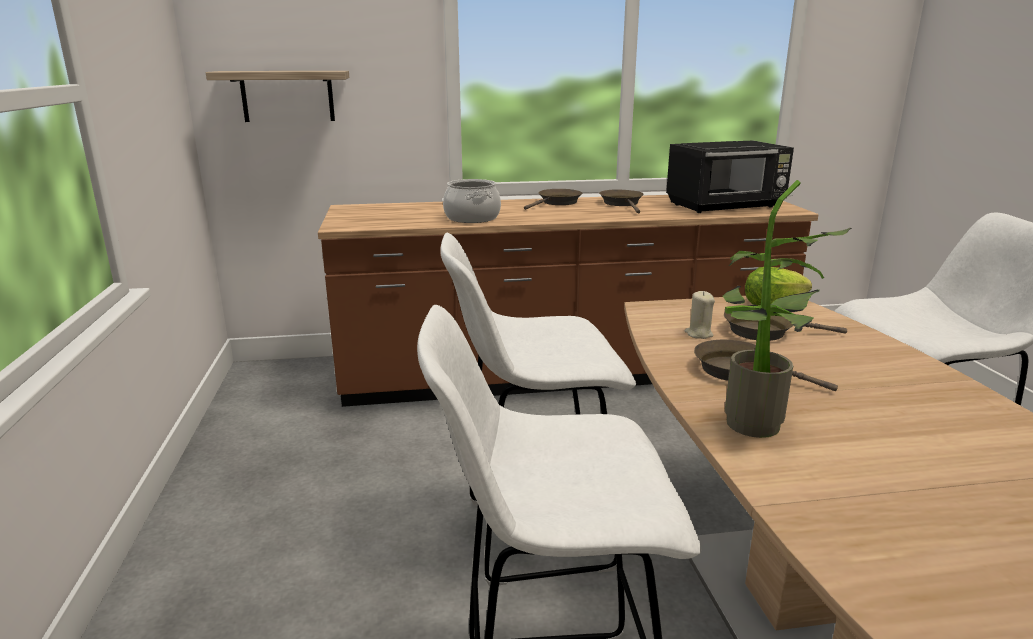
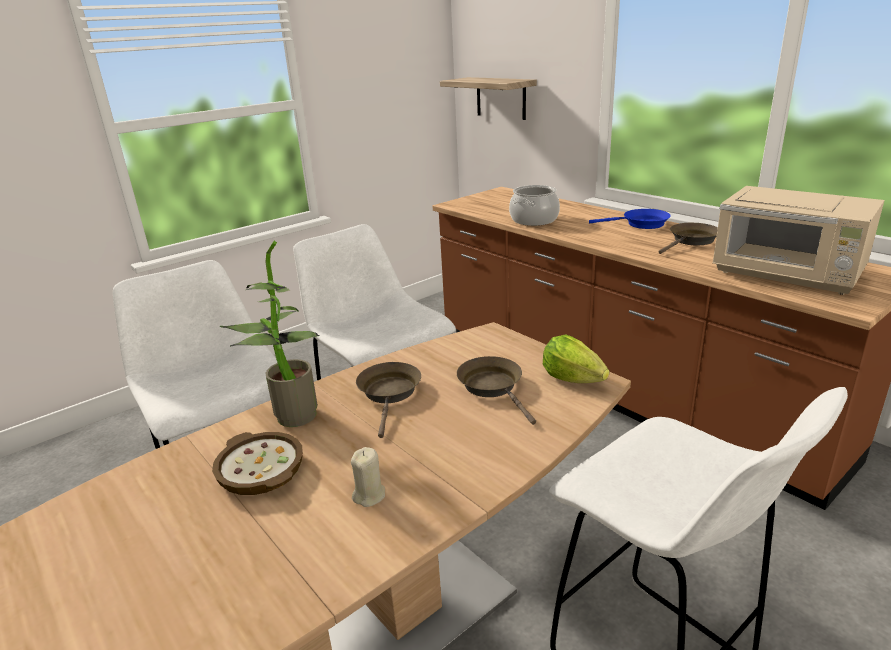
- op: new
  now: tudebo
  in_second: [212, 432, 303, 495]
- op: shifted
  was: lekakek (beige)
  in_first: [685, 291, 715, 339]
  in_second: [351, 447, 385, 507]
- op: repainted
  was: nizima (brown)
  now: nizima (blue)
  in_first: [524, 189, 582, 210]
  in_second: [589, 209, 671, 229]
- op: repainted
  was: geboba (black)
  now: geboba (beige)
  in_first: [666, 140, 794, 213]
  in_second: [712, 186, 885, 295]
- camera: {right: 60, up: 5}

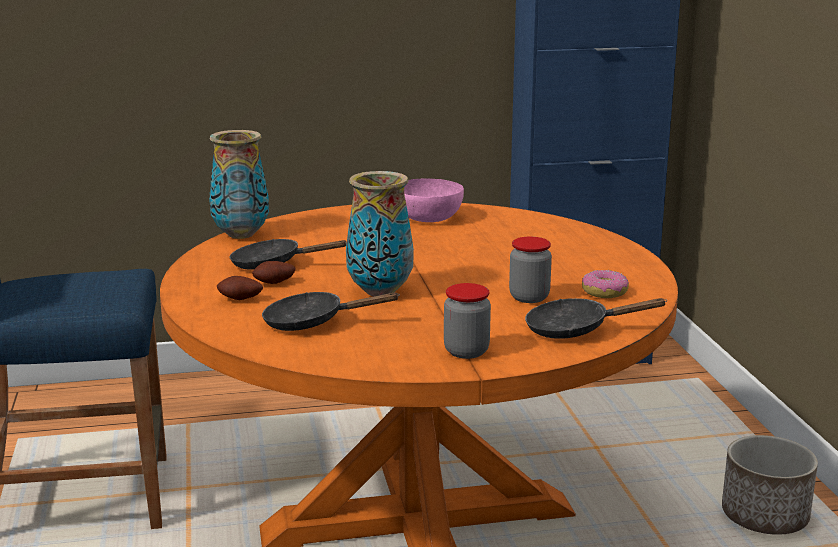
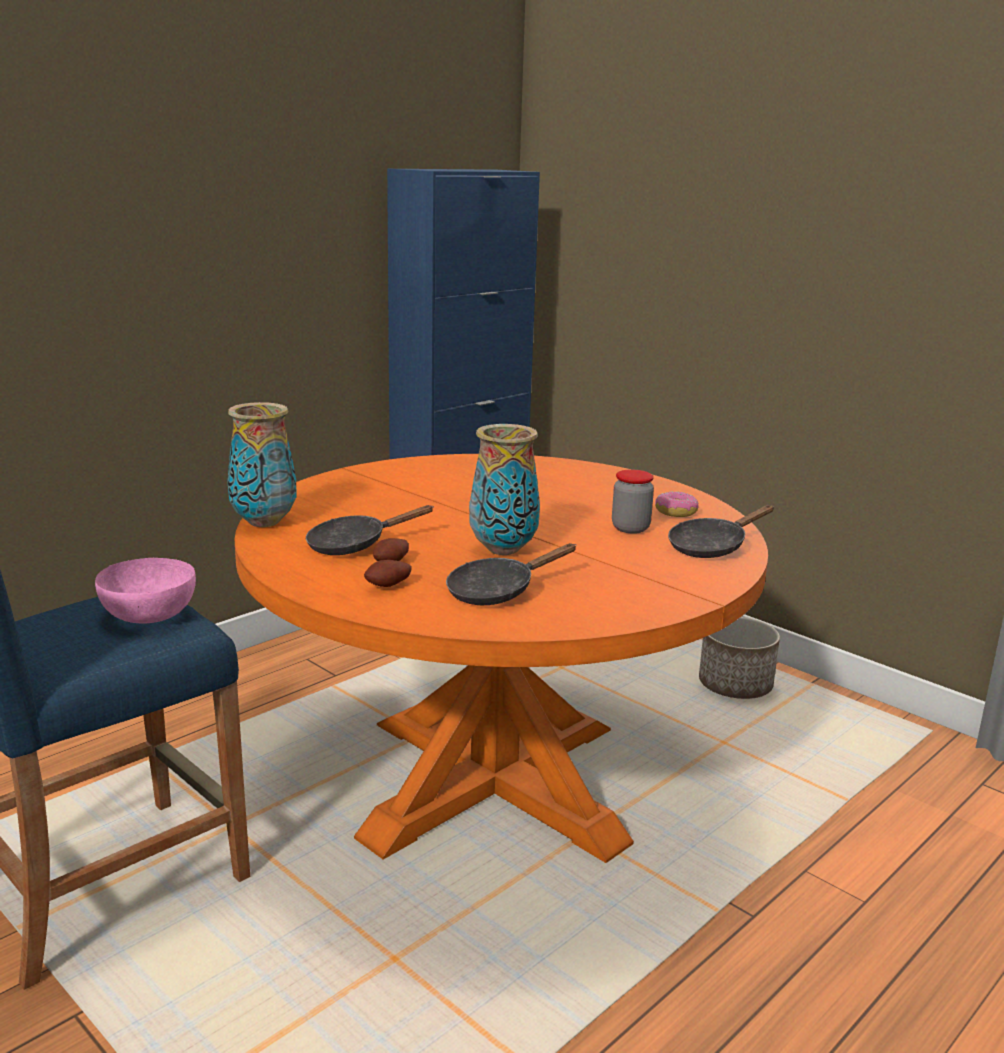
- op: gone
  was: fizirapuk
  in_first: [444, 283, 491, 359]
- op: shifted
  was: tudebo (pink)
  in_first: [404, 178, 464, 222]
  in_second: [95, 557, 196, 623]
- camera: {right: -35, up: 0}

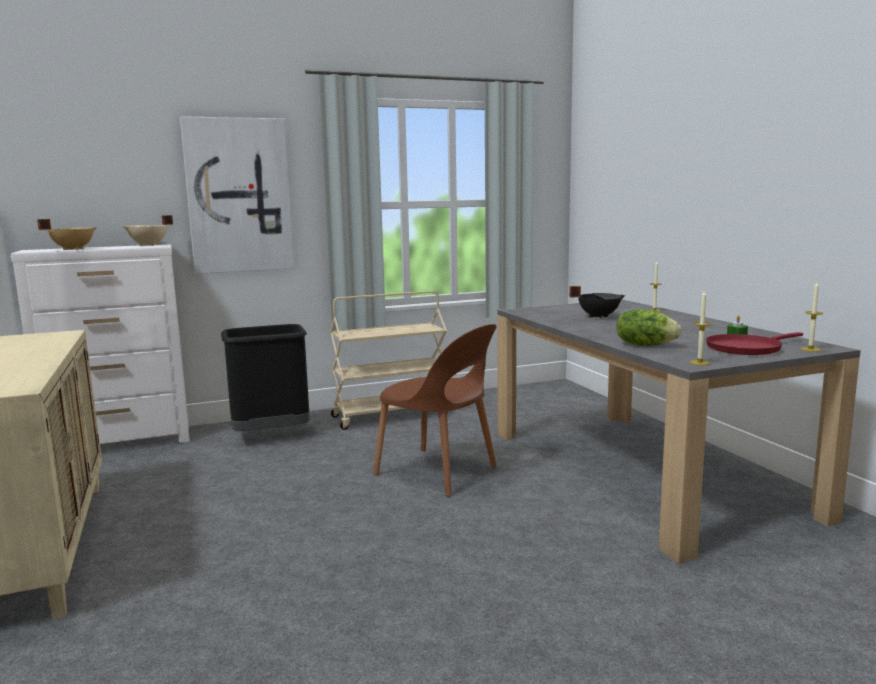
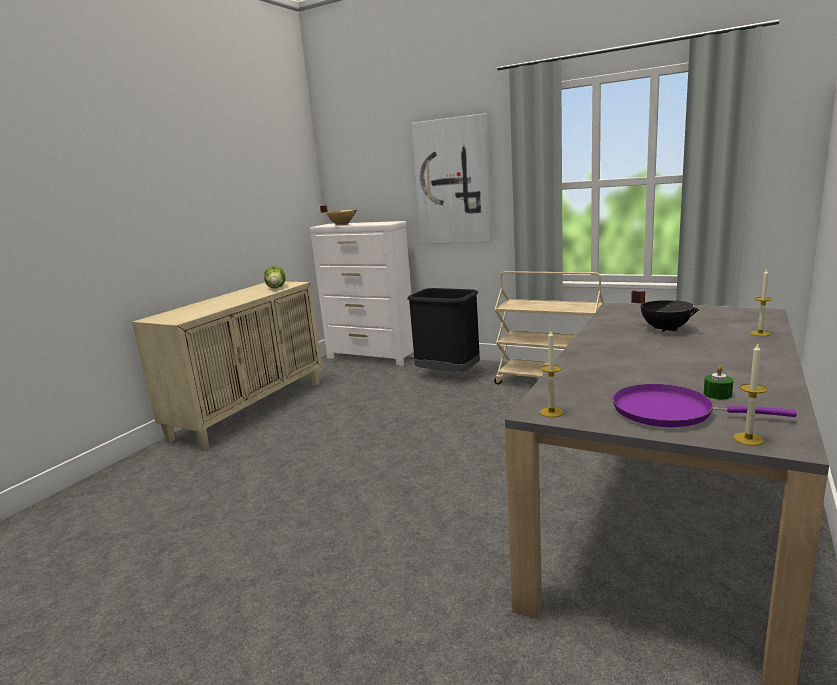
- op: gone
  was: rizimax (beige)
  in_first: [123, 215, 173, 246]
- op: gone
  was: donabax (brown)
  in_first: [373, 324, 497, 497]
- op: shifted
  was: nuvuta
  in_first: [617, 309, 682, 346]
  in_second: [264, 266, 285, 288]
- op: repainted
  was: nizima (red)
  now: nizima (purple)
  in_first: [706, 332, 803, 355]
  in_second: [613, 384, 797, 427]
- camera: {right: 50, up: 5}

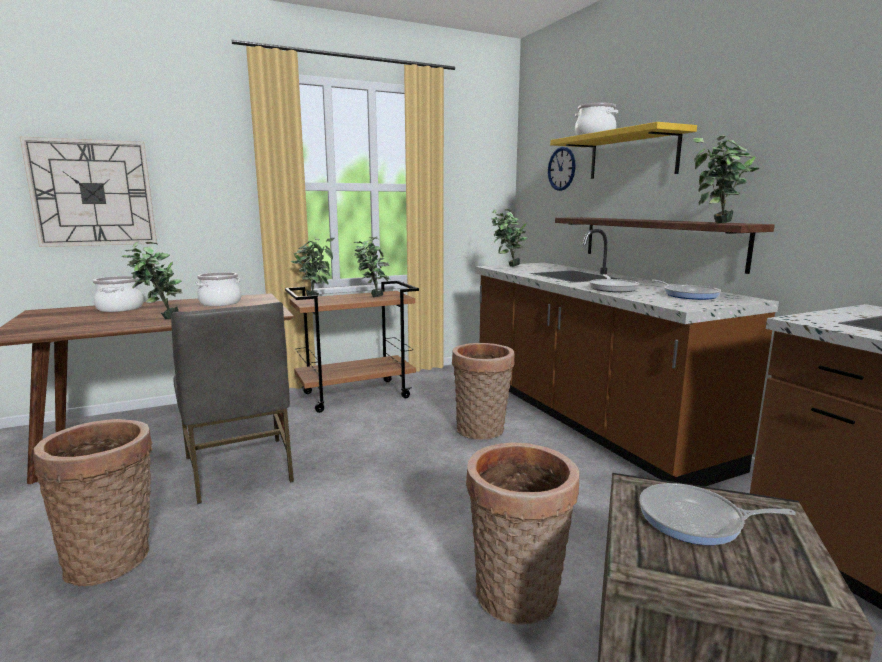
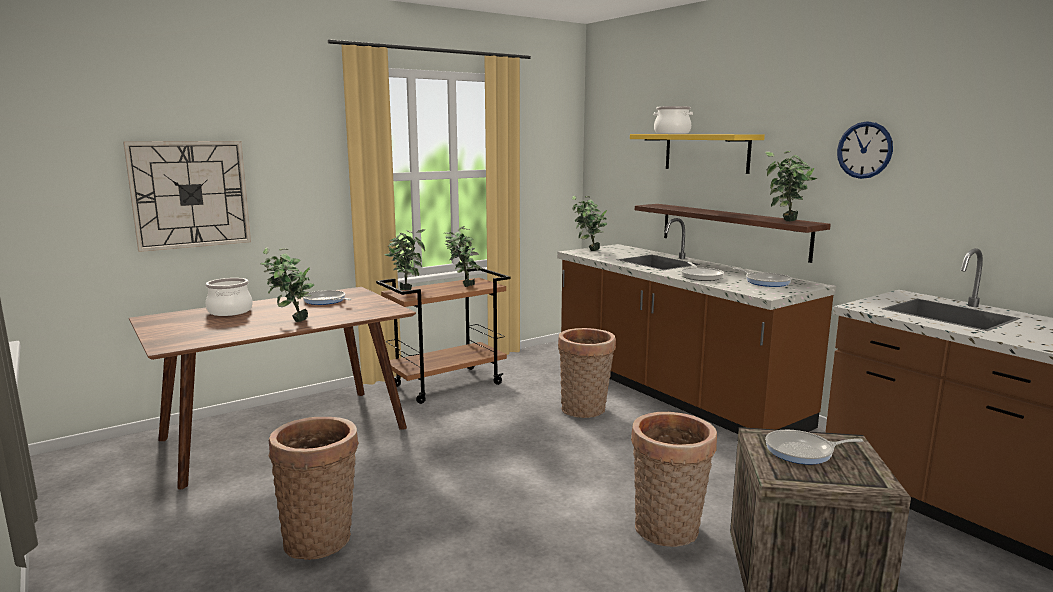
- op: gone
  was: donabax (grey)
  in_first: [171, 302, 294, 504]
- op: shifted
  was: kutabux
  in_first: [548, 147, 576, 191]
  in_second: [837, 121, 893, 179]
- op: swapped
  was: rizimax
  now: nizima
  in_first: [195, 272, 241, 306]
  in_second: [303, 290, 352, 305]
- camera: {right: -10, up: 0}

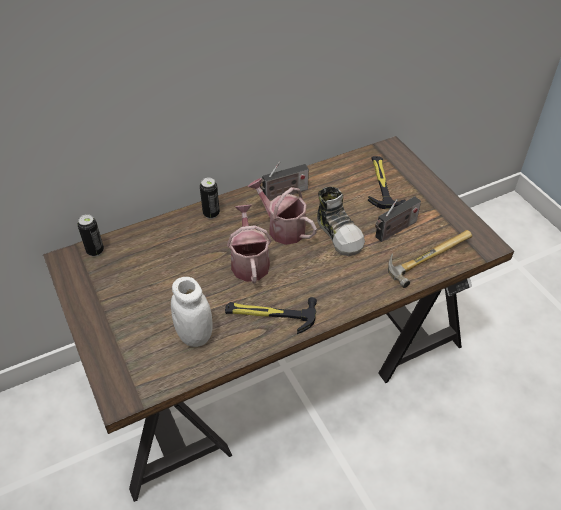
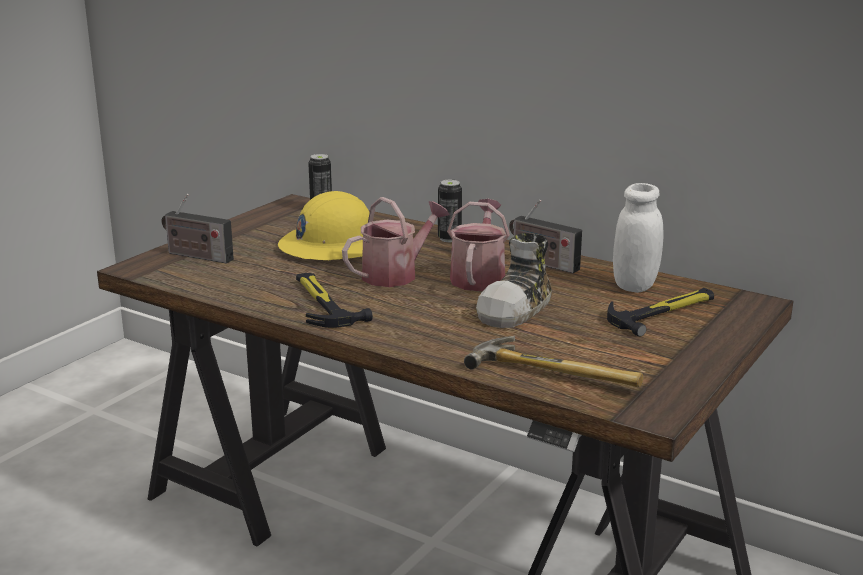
- op: new
  now: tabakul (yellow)
  in_second: [278, 191, 370, 260]
- op: shifted
  was: fizirapuk (white)
  in_first: [171, 277, 213, 347]
  in_second: [613, 183, 663, 293]
- op: shifted
  was: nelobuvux
  in_first: [375, 196, 421, 242]
  in_second: [162, 194, 234, 264]
- camera: {right: 60, up: -25}

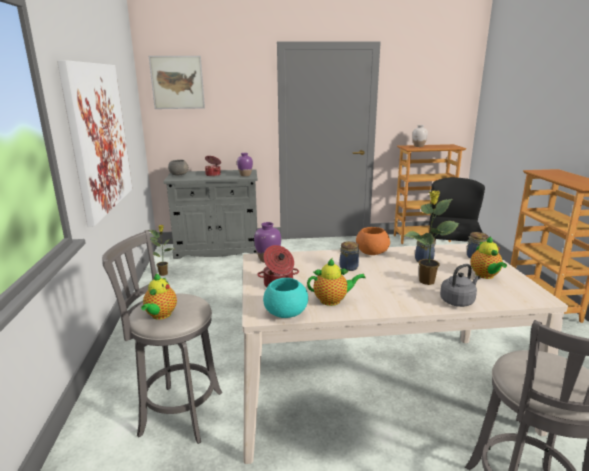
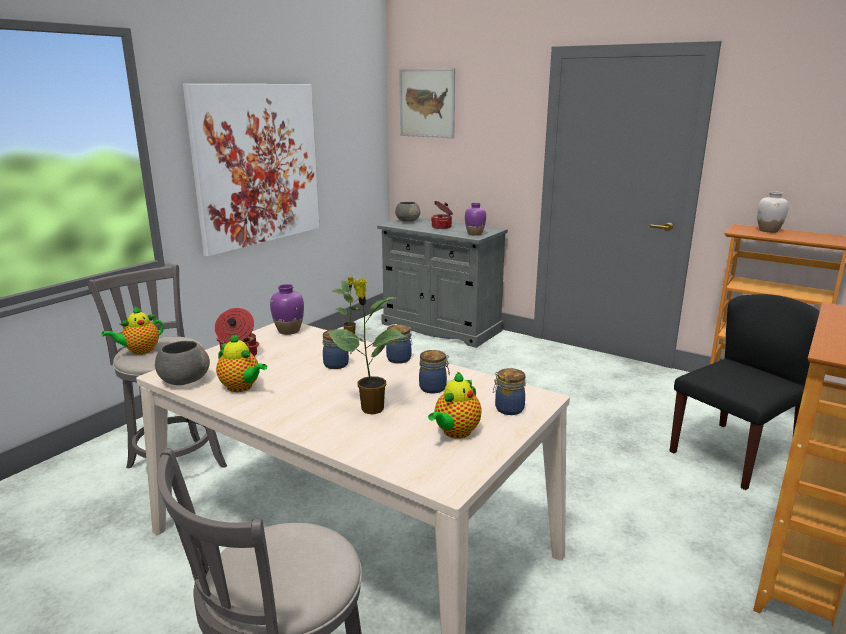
- op: gone
  was: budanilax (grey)
  in_first: [440, 264, 480, 307]
- op: swapped
  was: tudebo (orange)
  now: fizirapuk
  in_first: [356, 227, 390, 255]
  in_second: [386, 325, 412, 364]
- op: repainted
  was: tudebo (turquoise)
  now: tudebo (grey)
  in_first: [263, 278, 308, 318]
  in_second: [155, 341, 210, 385]
- camera: {right: 40, up: 0}

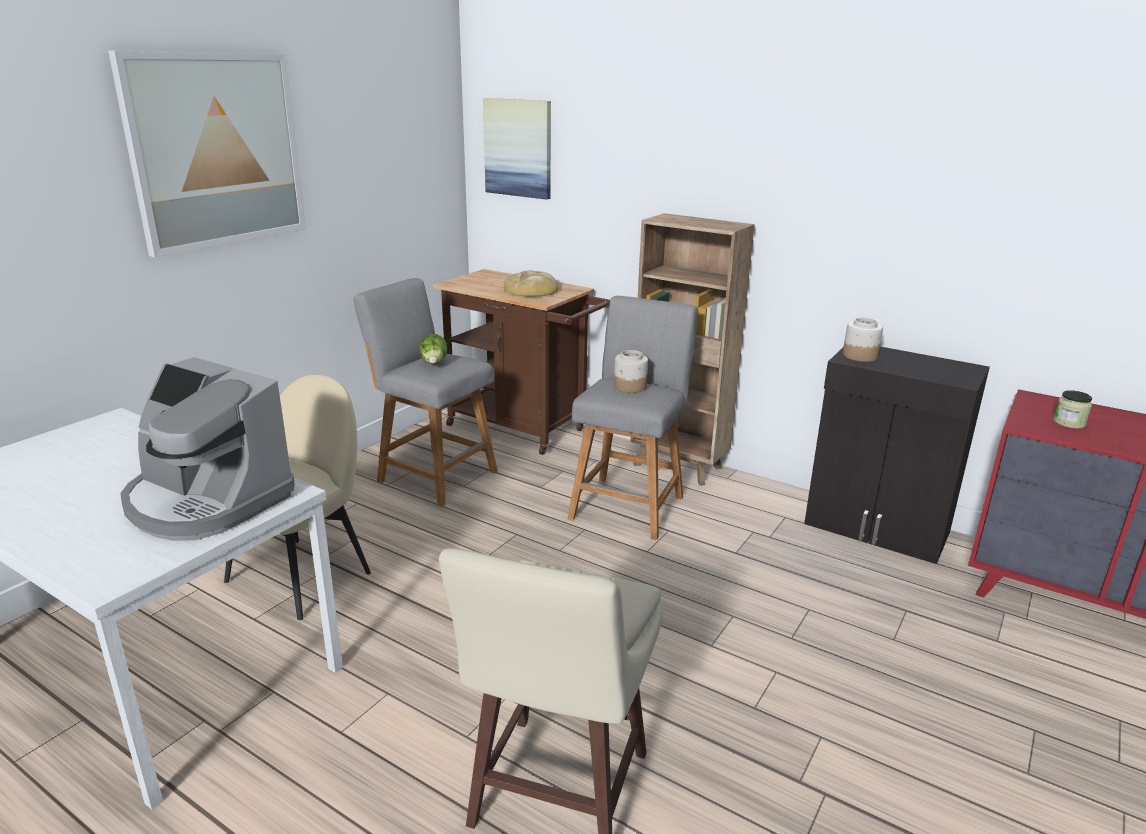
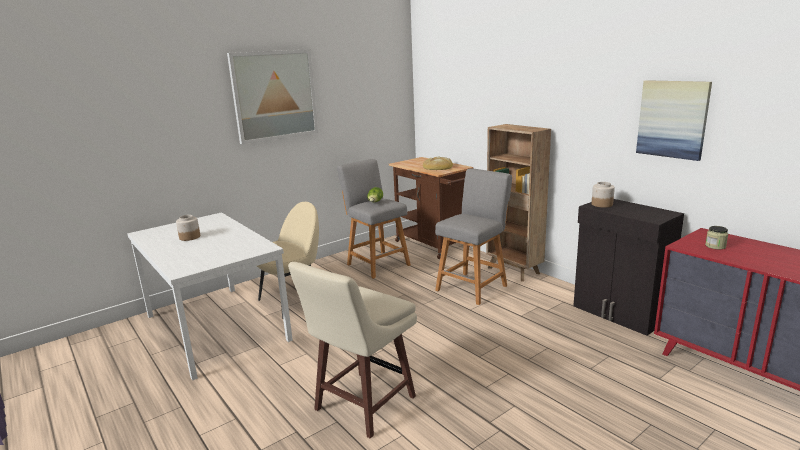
- op: gone
  was: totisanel
  in_first: [120, 357, 295, 541]
- op: shifted
  was: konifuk
  in_first: [483, 98, 551, 200]
  in_second: [636, 80, 712, 161]
- op: shifted
  was: fizirapuk
  in_first: [614, 350, 648, 393]
  in_second: [176, 215, 200, 241]
- camera: {right: 20, up: -5}

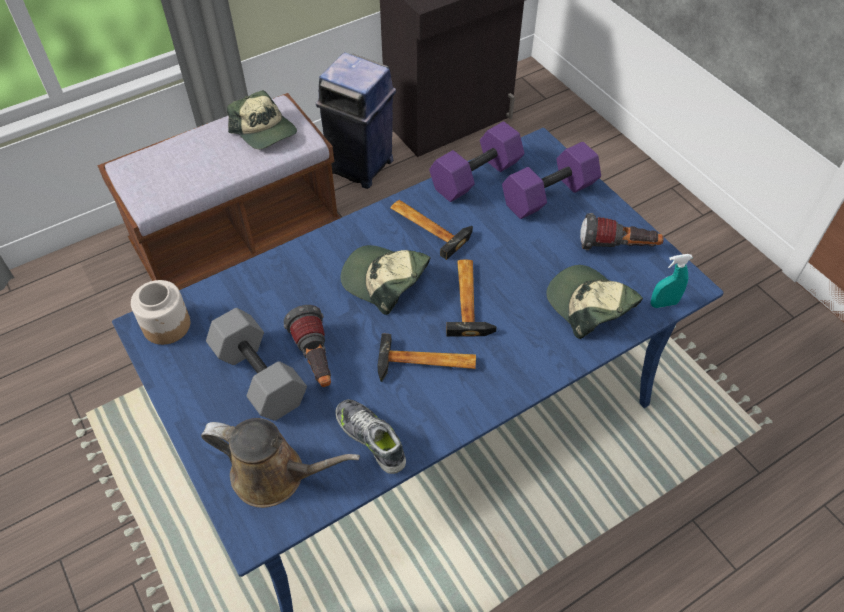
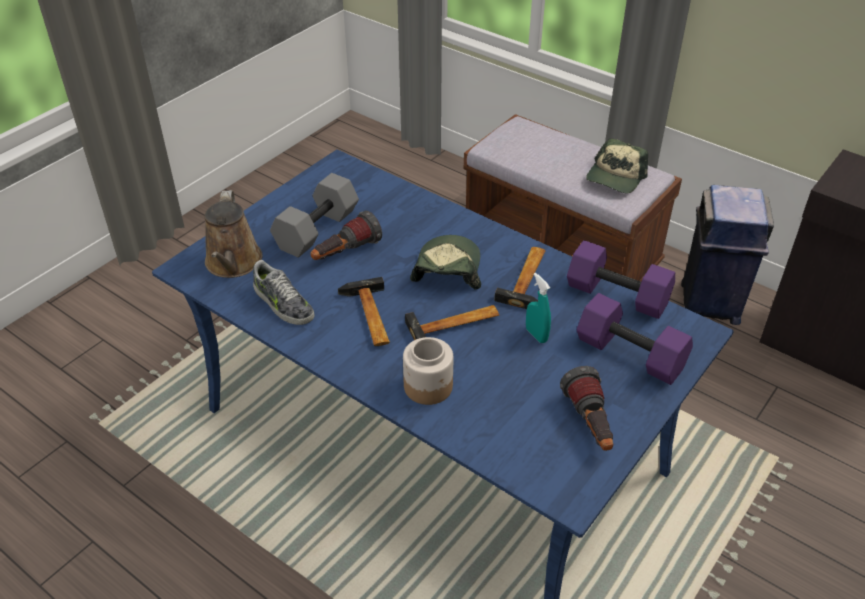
- op: gone
  was: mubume
  in_first: [546, 265, 643, 339]
- op: shifted
  was: fizirapuk
  in_first: [131, 280, 190, 345]
  in_second: [403, 337, 453, 405]
- op: shifted
  was: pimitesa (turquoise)
  in_first: [651, 254, 693, 308]
  in_second: [526, 273, 551, 343]
- op: rotated
  was: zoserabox
  in_first: [335, 399, 406, 474]
  in_second: [253, 260, 315, 325]
  clockwise: 105
- camera: {right: 70, up: -10}

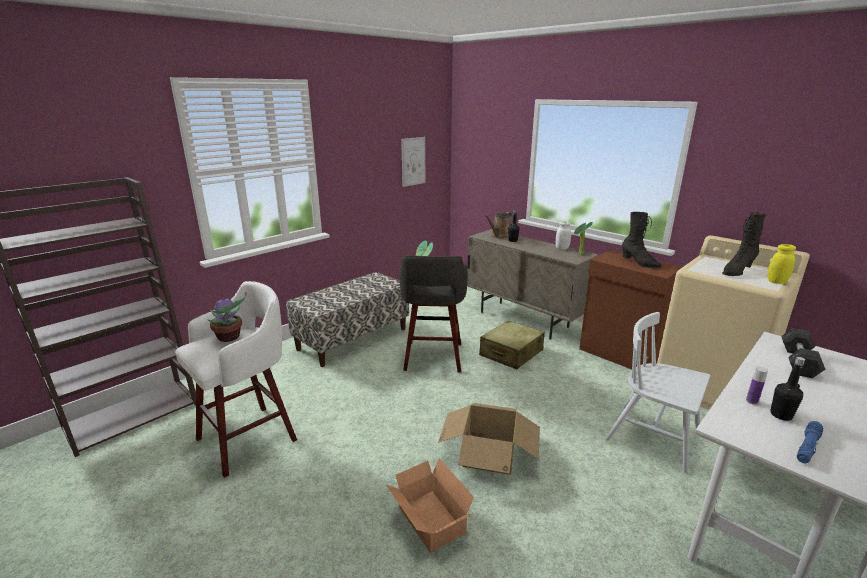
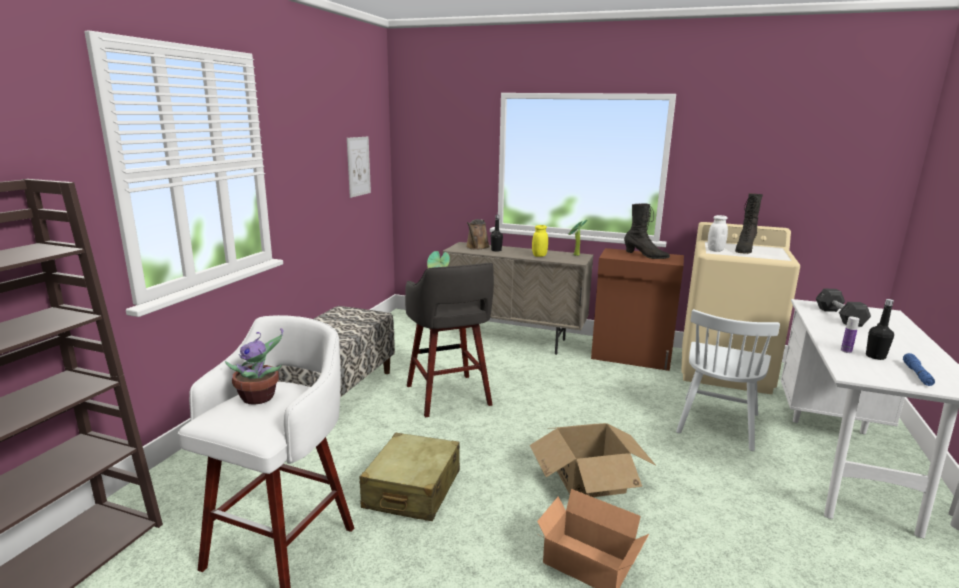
- op: shifted
  was: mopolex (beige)
  in_first: [479, 321, 545, 369]
  in_second: [359, 433, 460, 521]
- op: shifted
  was: fizirapuk (white)
  in_first: [556, 221, 571, 250]
  in_second: [708, 215, 728, 252]
- op: shifted
  was: fizirapuk (yellow)
  in_first: [767, 244, 796, 284]
  in_second: [532, 225, 548, 257]
- op: rotated
  was: donabax (white)
  in_first: [605, 312, 710, 473]
  in_second: [676, 309, 780, 451]
  clockwise: -75
- camera: {right: -25, up: -5}

